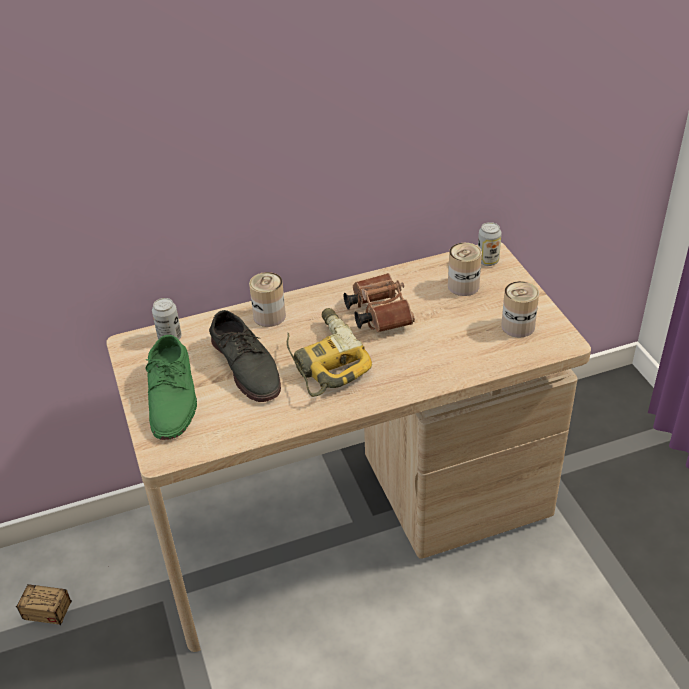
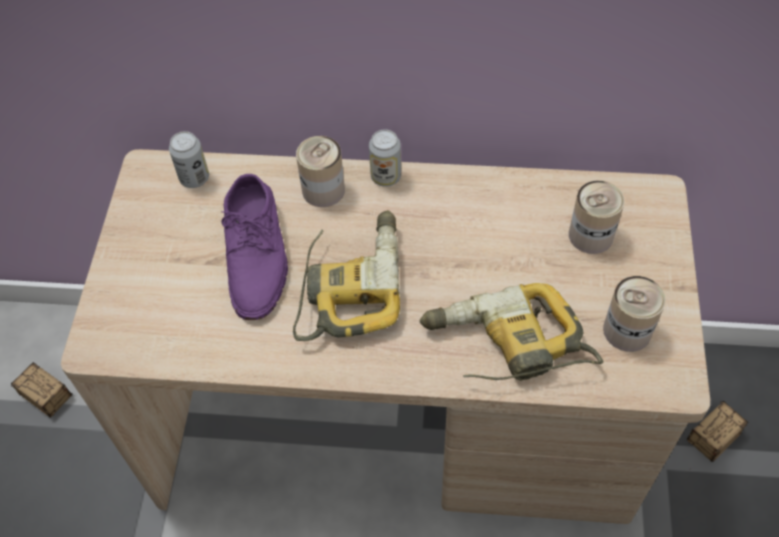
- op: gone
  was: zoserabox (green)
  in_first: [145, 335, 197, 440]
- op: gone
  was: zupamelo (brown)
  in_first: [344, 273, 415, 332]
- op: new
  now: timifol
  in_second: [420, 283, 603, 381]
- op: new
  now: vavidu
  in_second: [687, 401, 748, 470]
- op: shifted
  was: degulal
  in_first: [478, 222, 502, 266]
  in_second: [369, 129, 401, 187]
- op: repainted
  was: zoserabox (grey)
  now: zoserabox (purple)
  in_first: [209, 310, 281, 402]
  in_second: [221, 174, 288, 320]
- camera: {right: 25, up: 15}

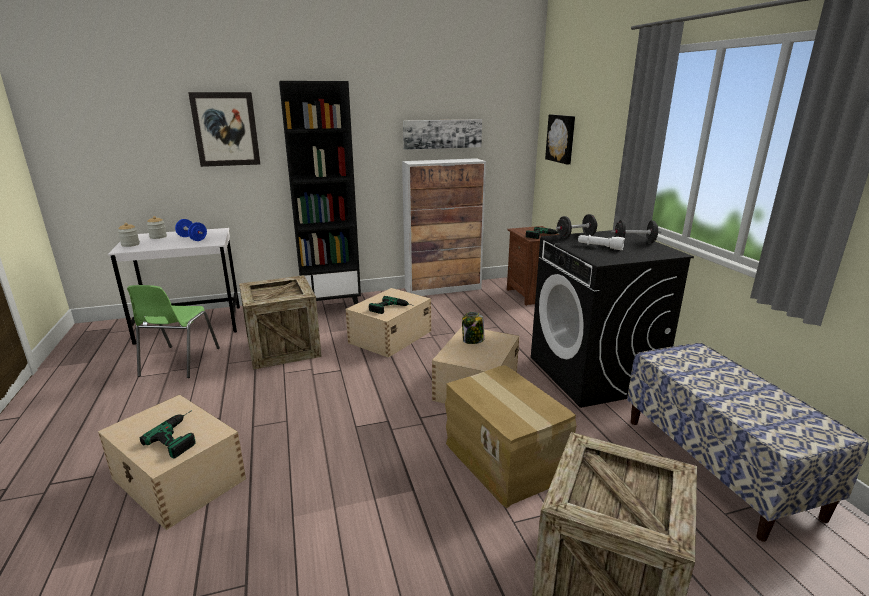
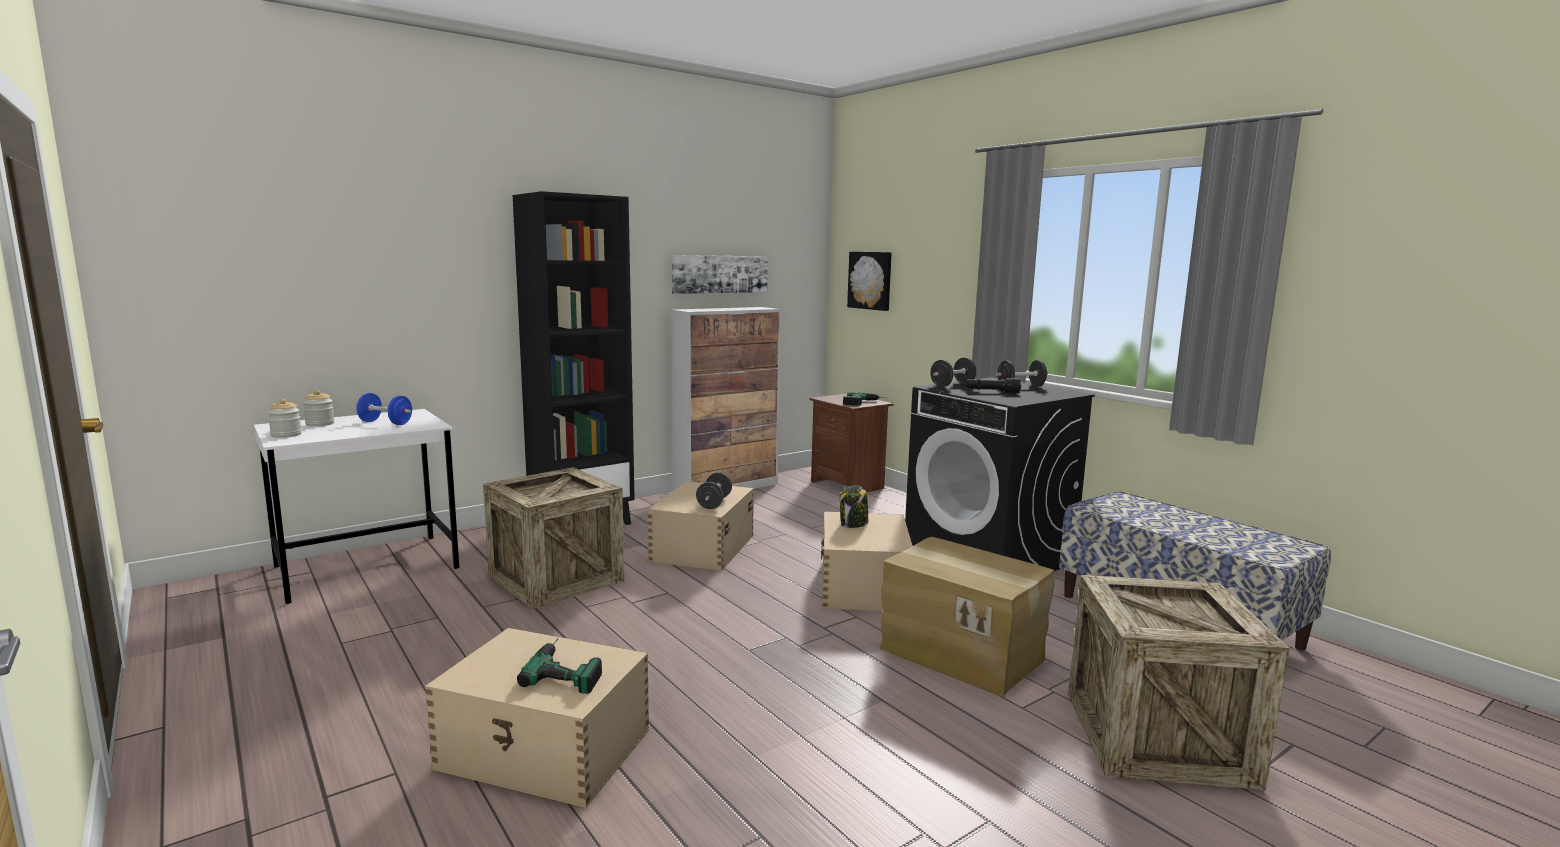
- op: gone
  was: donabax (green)
  in_first: [127, 285, 220, 378]
- op: gone
  was: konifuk
  in_first: [188, 92, 260, 167]
- op: swapped
  was: timifol
  now: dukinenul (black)
  in_first: [369, 296, 414, 314]
  in_second: [696, 472, 732, 509]
- op: repainted
  was: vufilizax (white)
  now: vufilizax (black)
  in_first: [578, 235, 625, 250]
  in_second: [966, 378, 1021, 393]
- camera: {right: -20, up: -10}

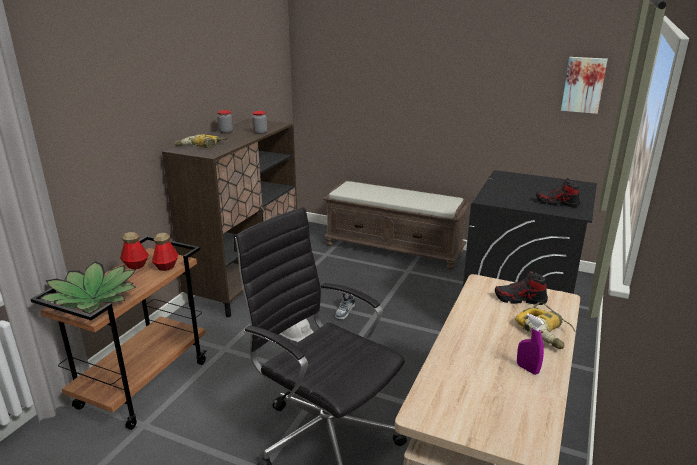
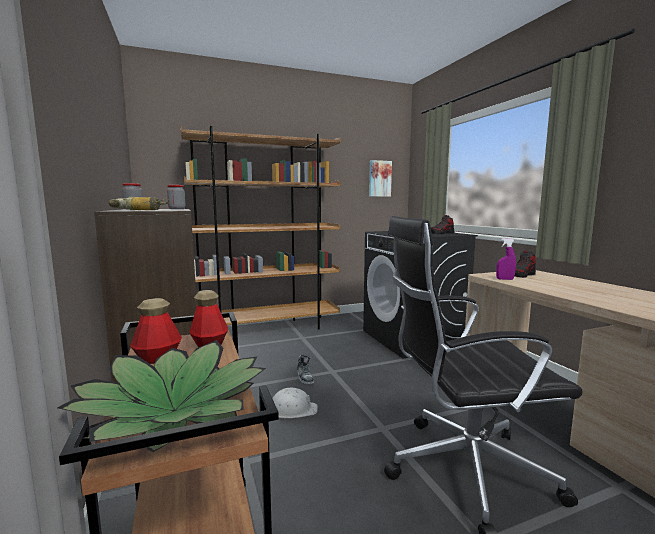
- op: gone
  was: timifol
  in_first: [515, 302, 576, 349]
- op: shifted
  was: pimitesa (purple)
  in_first: [517, 313, 544, 375]
  in_second: [496, 238, 516, 280]
- op: swapped
  was: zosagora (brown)
  now: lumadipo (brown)
  in_first: [323, 180, 470, 270]
  in_second: [181, 126, 341, 330]
- camera: {right: -45, up: -15}

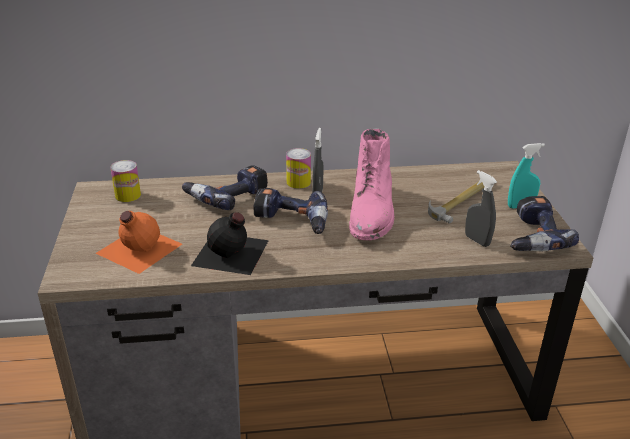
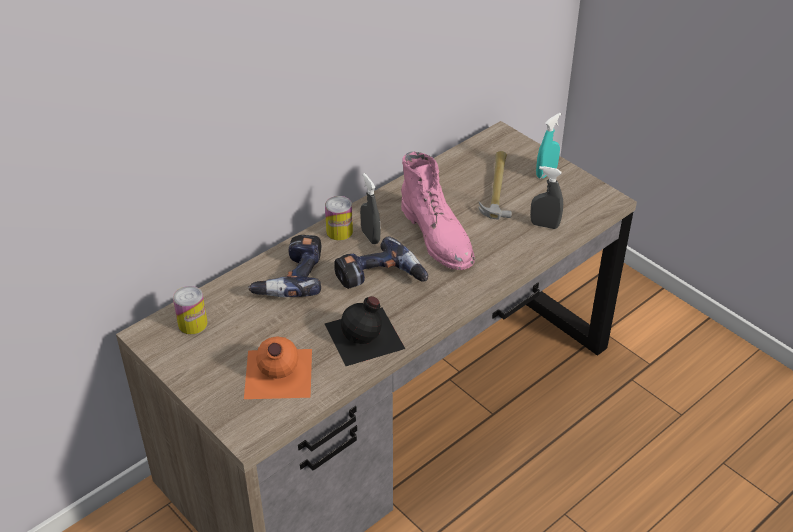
- op: gone
  was: timifol
  in_first: [510, 196, 579, 252]
- camera: {right: -35, up: 10}

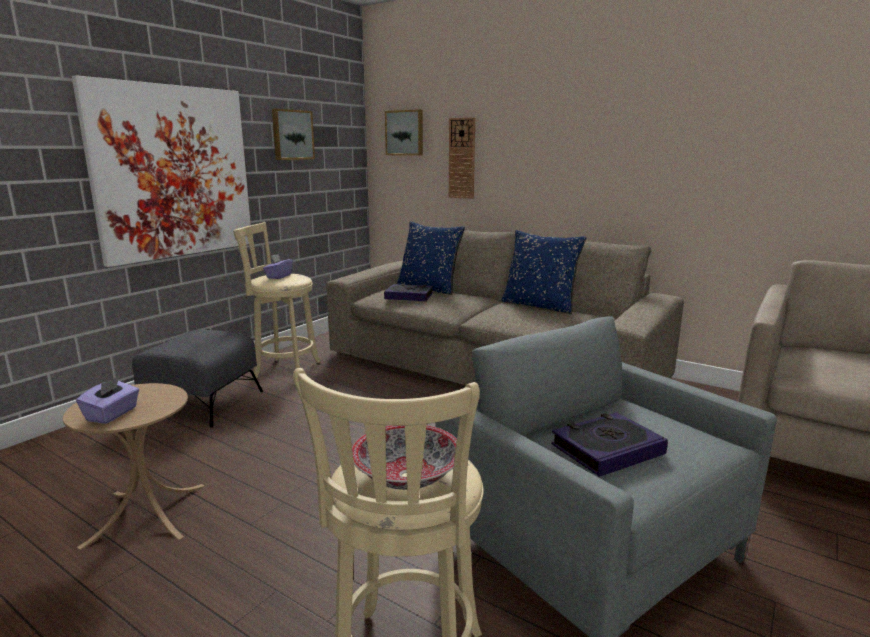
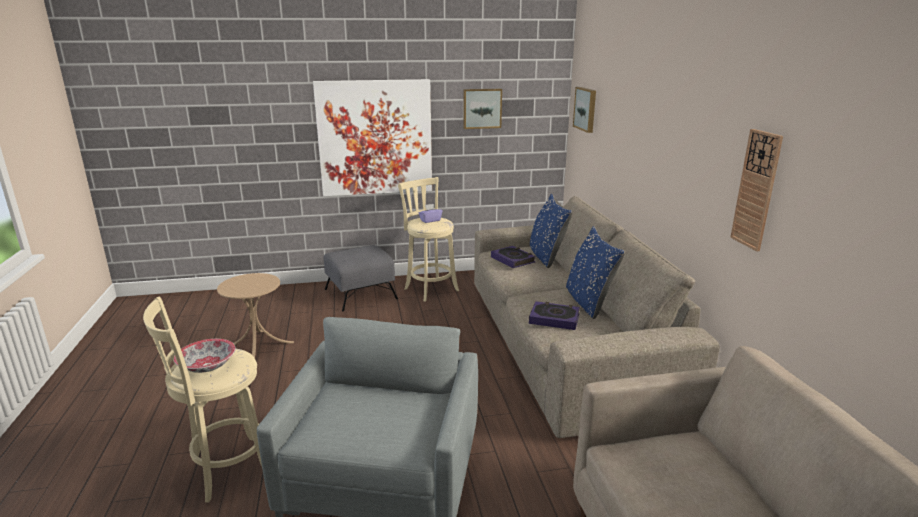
- op: gone
  was: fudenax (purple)
  in_first: [76, 376, 139, 424]
- op: shifted
  was: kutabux
  in_first: [449, 117, 475, 199]
  in_second: [730, 129, 783, 251]
- op: shifted
  was: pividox
  in_first: [551, 412, 668, 477]
  in_second: [529, 301, 580, 330]
- camera: {right: 45, up: 5}

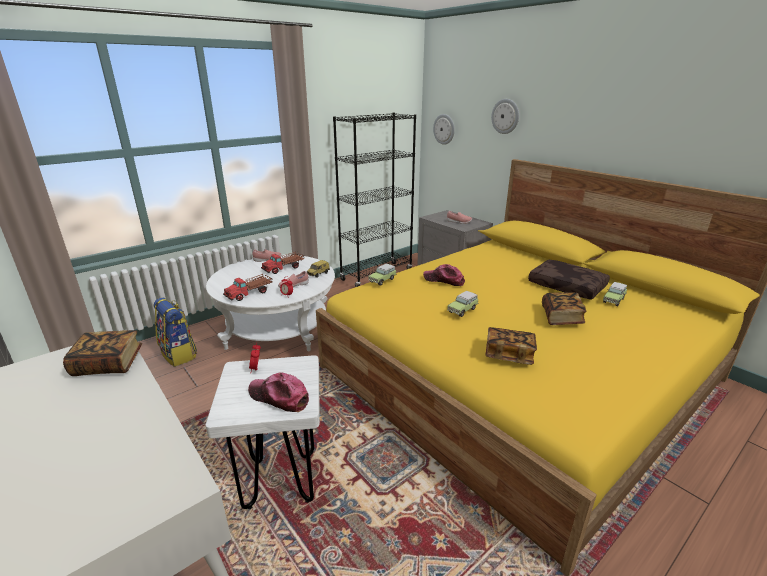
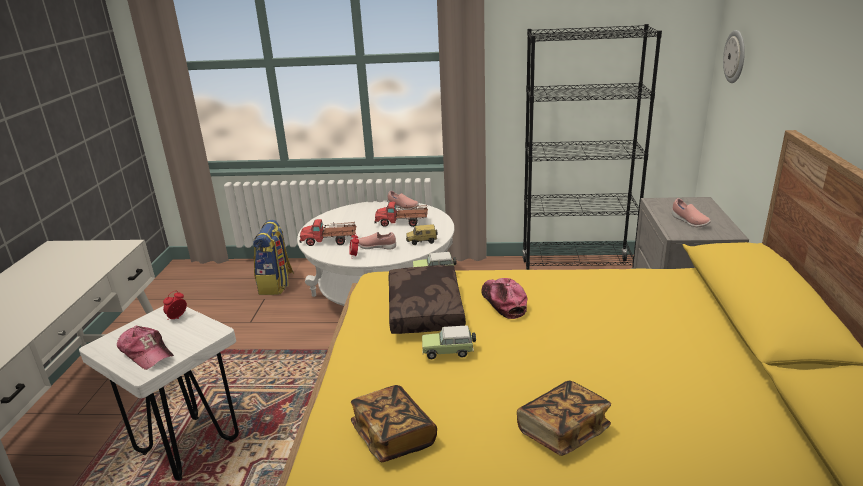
- op: gone
  was: pividox
  in_first: [63, 330, 142, 376]
- op: gone
  was: kutabux
  in_first: [491, 99, 519, 134]
- op: gone
  was: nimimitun
  in_first: [603, 282, 627, 306]
- op: shifted
  was: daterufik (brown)
  in_first: [528, 260, 610, 300]
  in_second: [389, 265, 466, 334]
- op: rotated
  was: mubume
  in_first: [248, 372, 309, 412]
  in_second: [117, 326, 174, 370]
  clockwise: 150
- camera: {right: 45, up: 0}

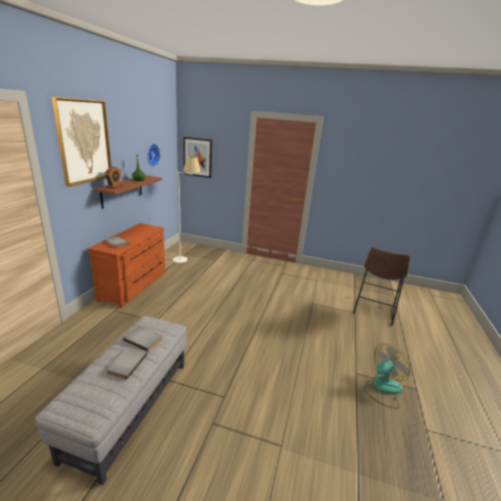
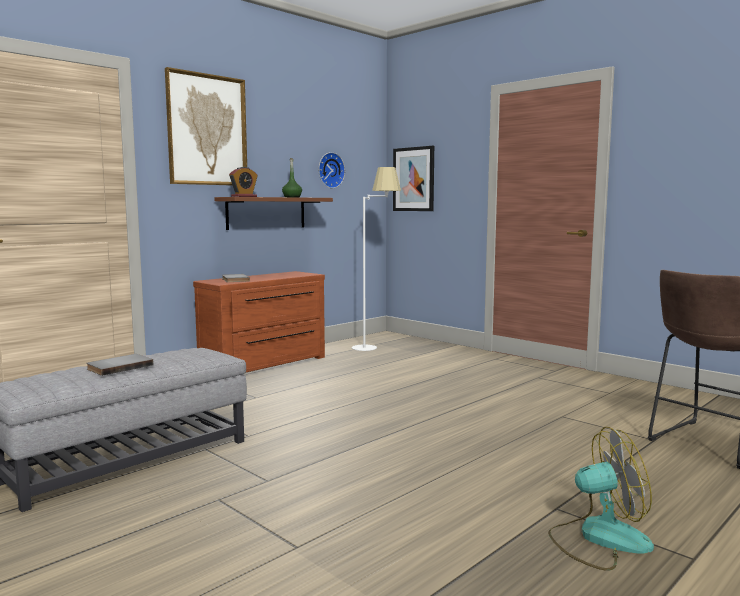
- op: gone
  was: pividox (grey)
  in_first: [123, 326, 162, 351]
- camera: {right: 30, up: -15}

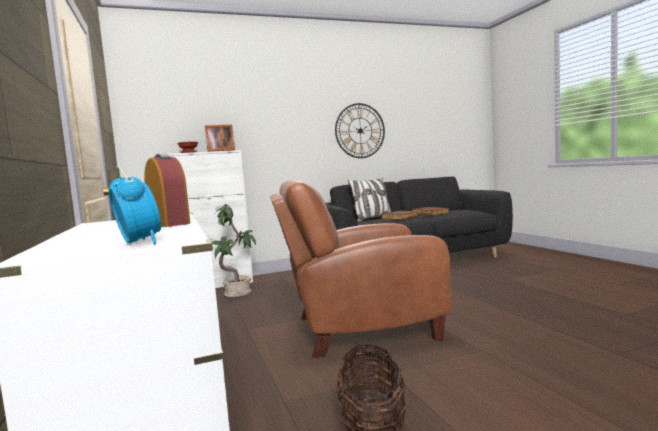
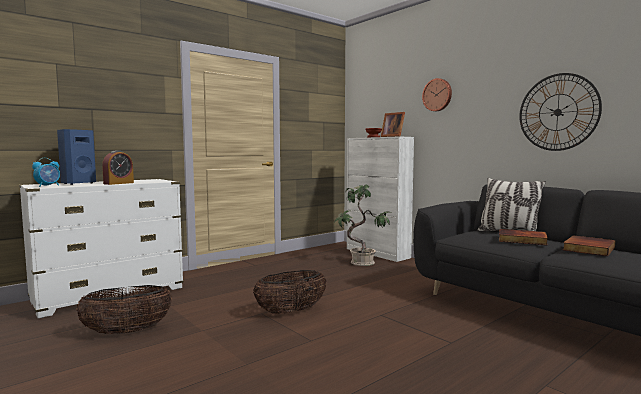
- op: new
  now: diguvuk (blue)
  in_second: [57, 129, 96, 185]
- op: new
  now: kutabux
  in_second: [422, 78, 452, 111]
- op: swapped
  was: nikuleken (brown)
  now: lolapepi
  in_first: [270, 180, 451, 358]
  in_second: [253, 270, 327, 314]
- camera: {right: 70, up: 0}

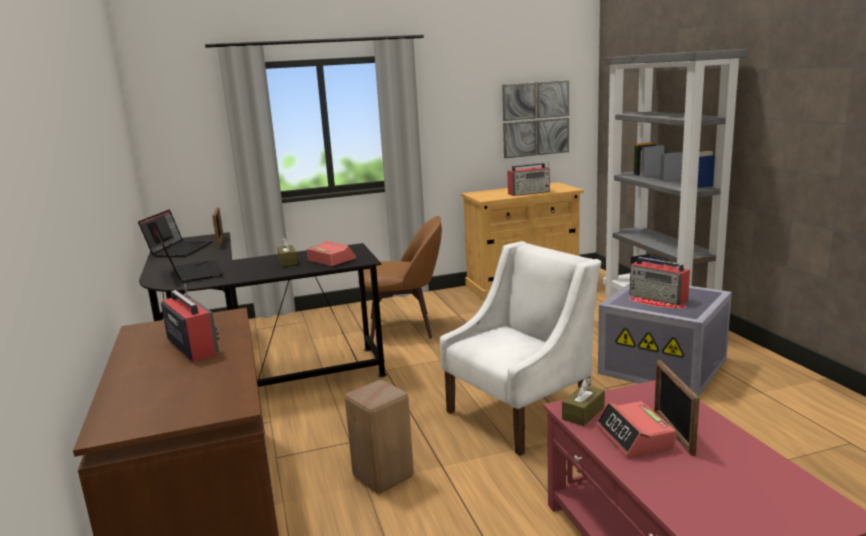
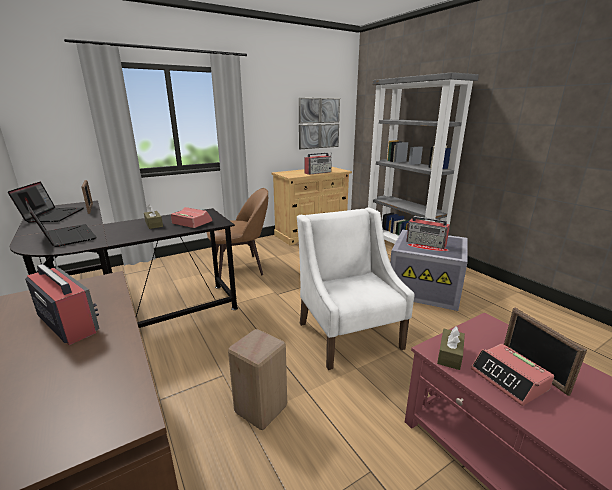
- op: rotated
  was: nikuleken (white)
  in_first: [440, 241, 602, 456]
  in_second: [297, 207, 414, 370]
  clockwise: -60
- camera: {right: -15, up: 5}

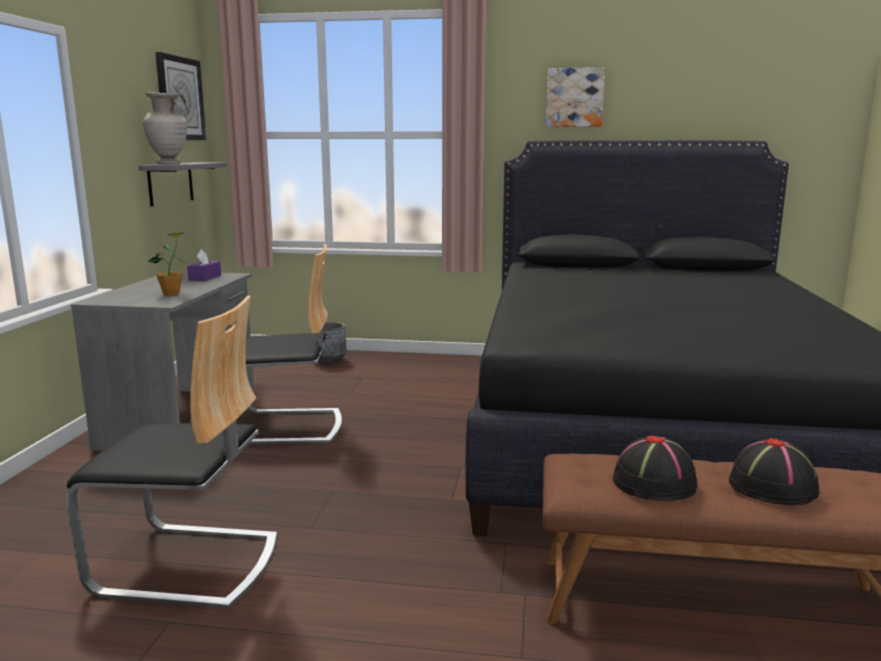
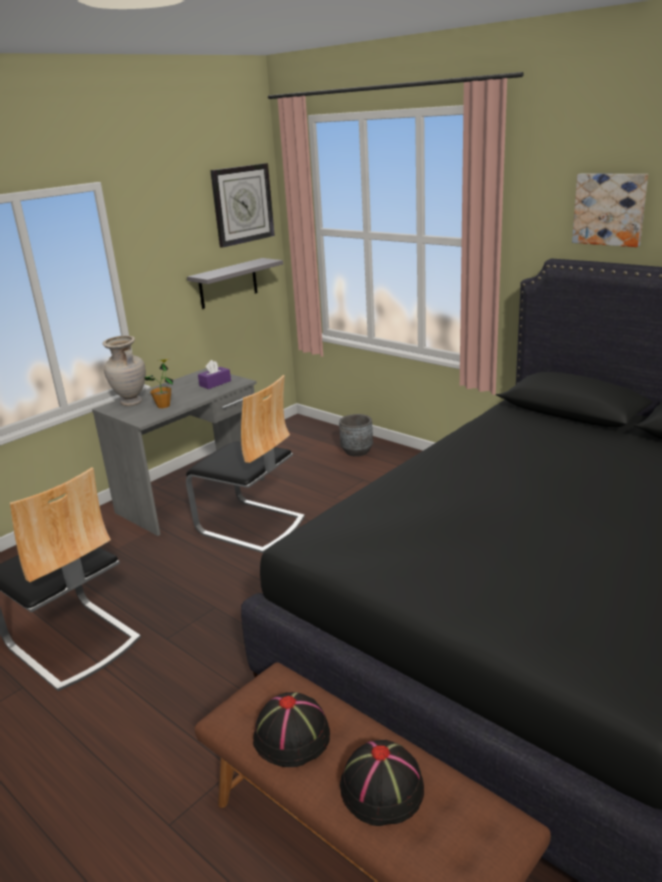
- op: shifted
  was: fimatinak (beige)
  in_first: [143, 92, 187, 164]
  in_second: [103, 336, 146, 406]
- camera: {right: 35, up: 10}

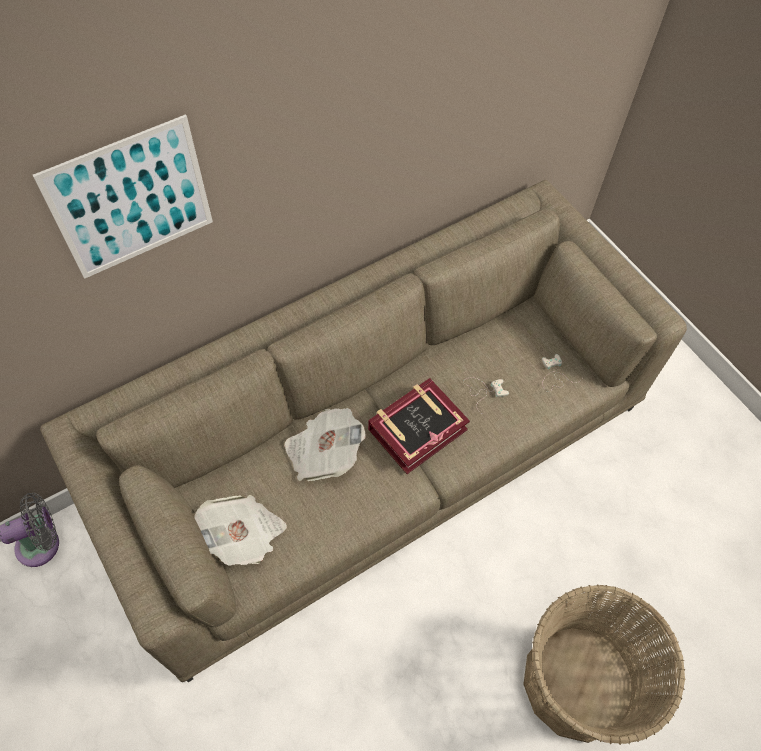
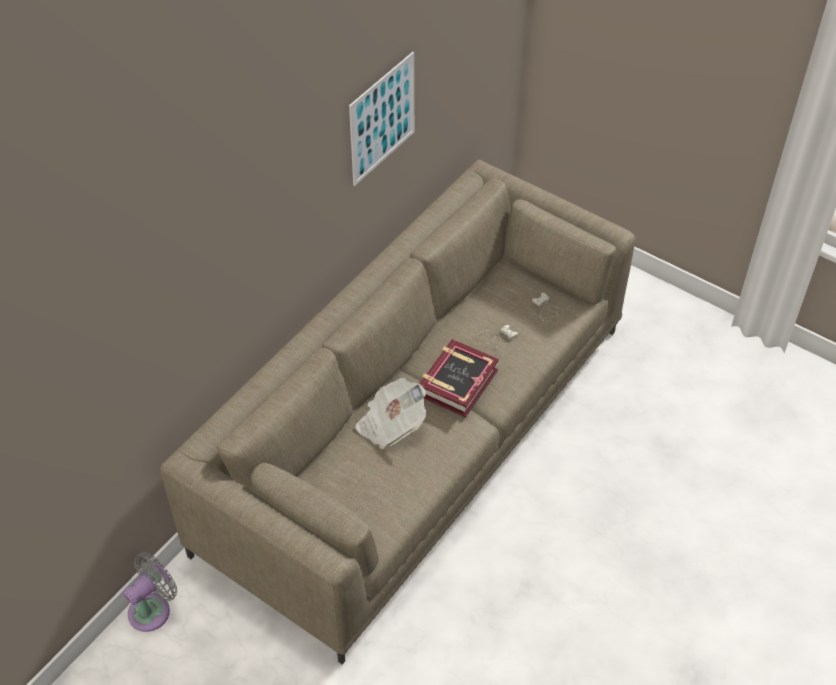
- op: gone
  was: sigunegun
  in_first: [194, 495, 287, 566]
- op: gone
  was: lolapepi
  in_first: [523, 585, 685, 745]
- op: shifted
  was: konifuk
  in_first: [33, 114, 213, 279]
  in_second: [349, 52, 414, 186]
- camera: {right: -20, up: -10}

